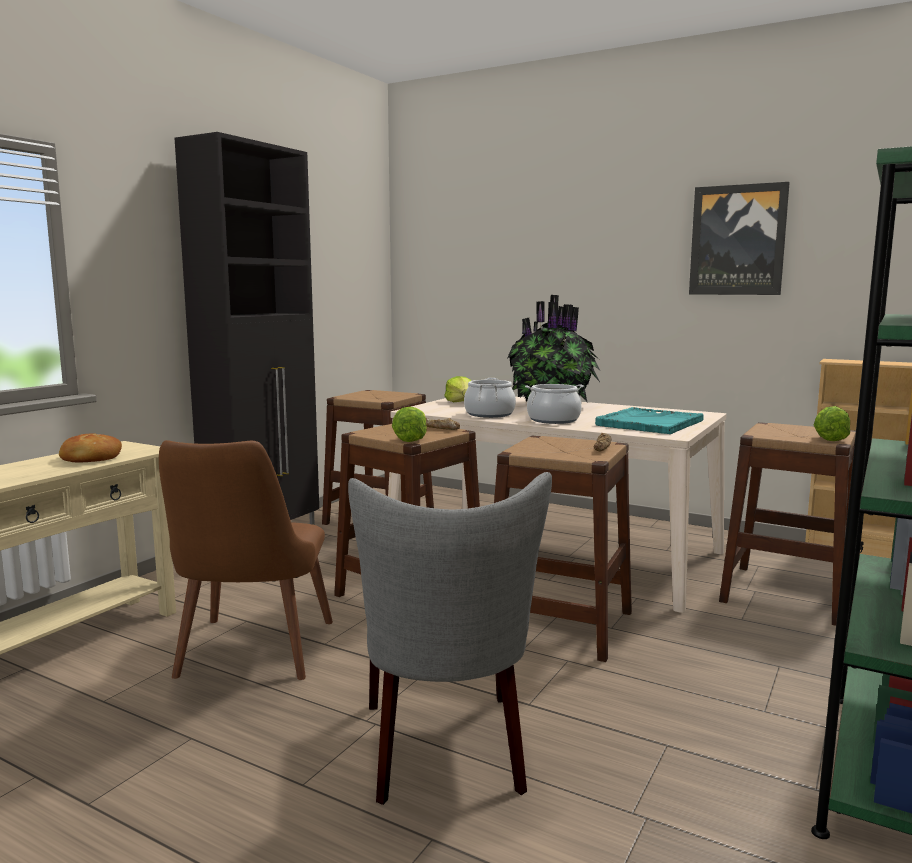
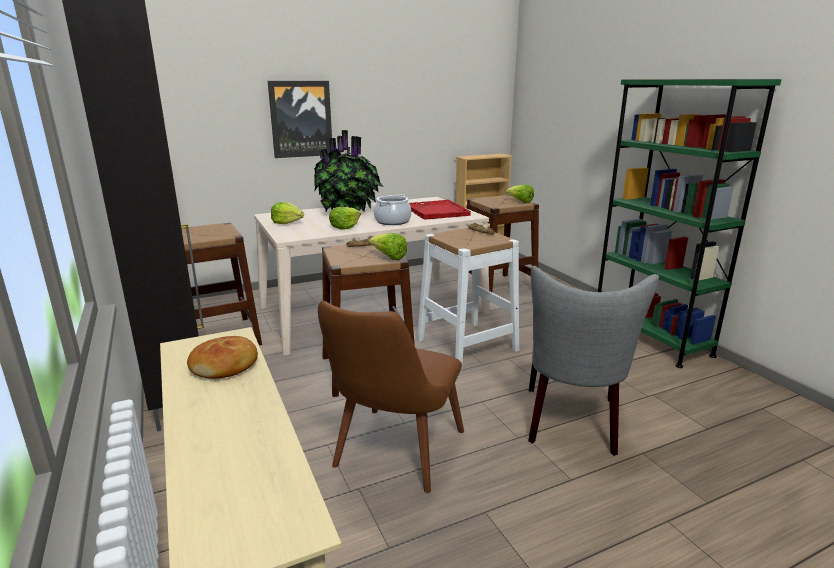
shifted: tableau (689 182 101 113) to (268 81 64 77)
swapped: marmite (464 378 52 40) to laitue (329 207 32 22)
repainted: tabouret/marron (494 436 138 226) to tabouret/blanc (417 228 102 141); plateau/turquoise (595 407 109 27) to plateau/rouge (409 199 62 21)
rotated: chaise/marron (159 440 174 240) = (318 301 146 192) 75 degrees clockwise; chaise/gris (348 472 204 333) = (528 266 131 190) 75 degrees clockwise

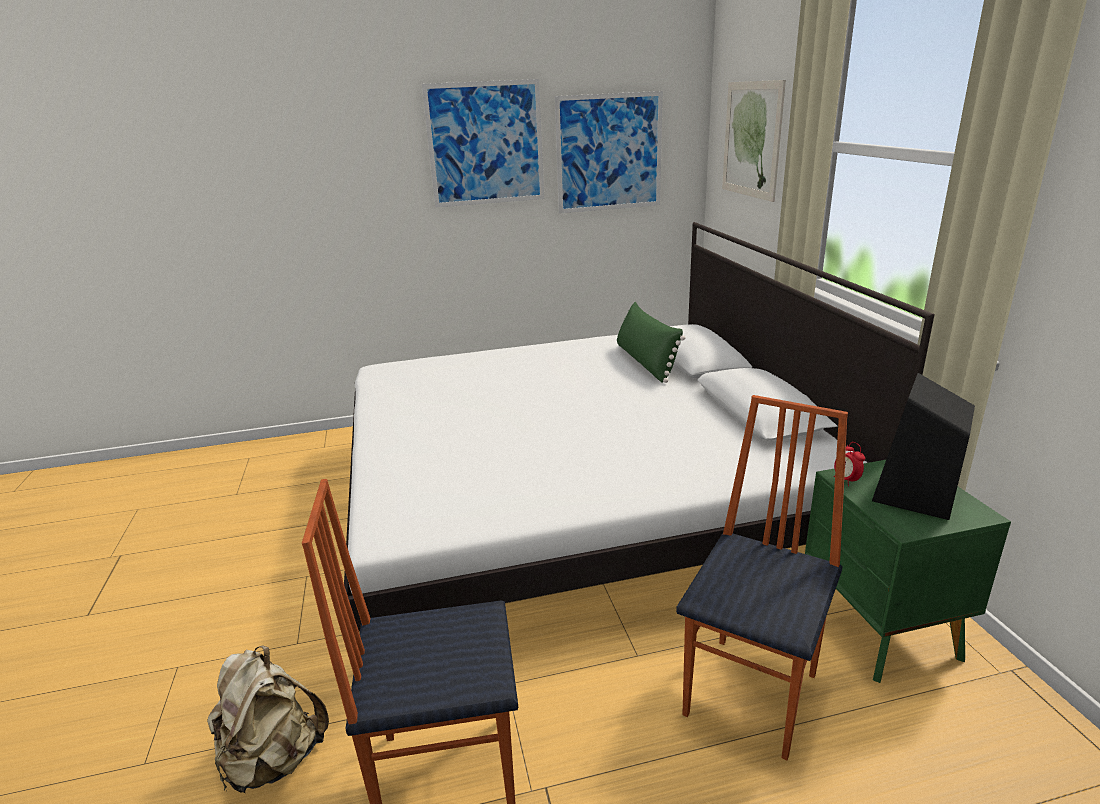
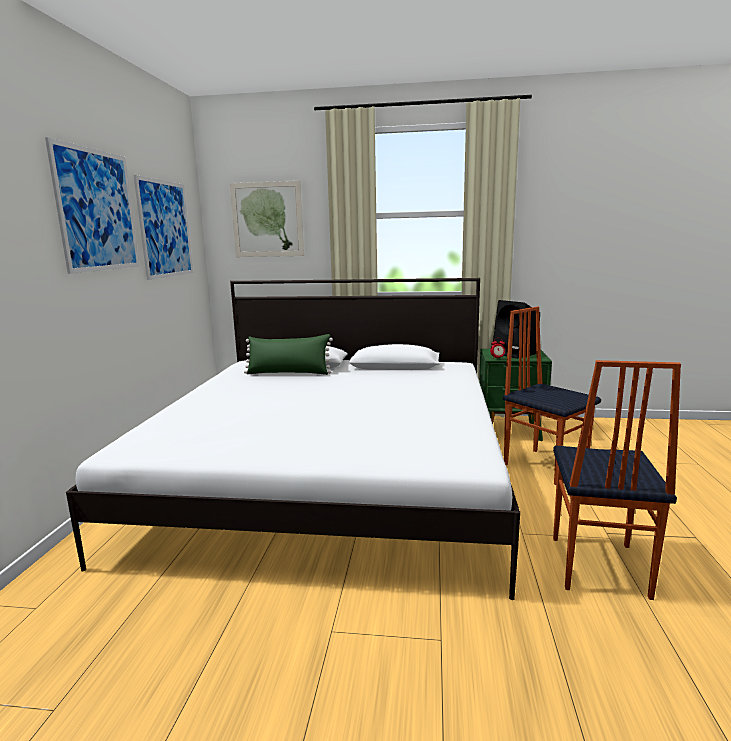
gone: sac à dos/beige (207 645 122 149)

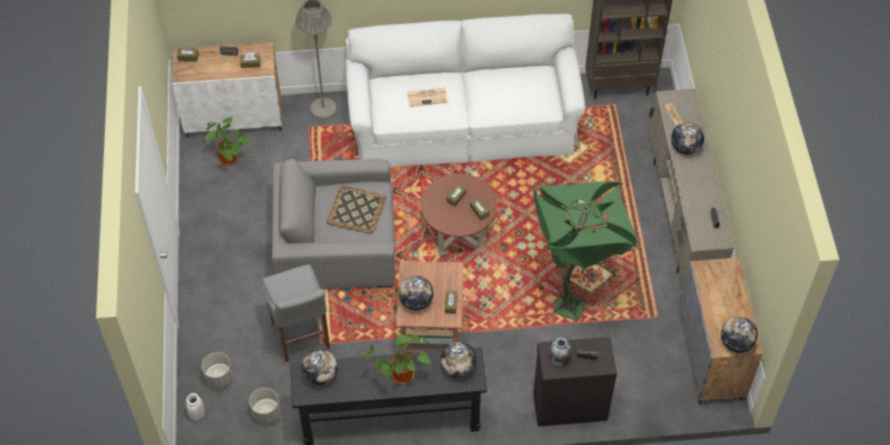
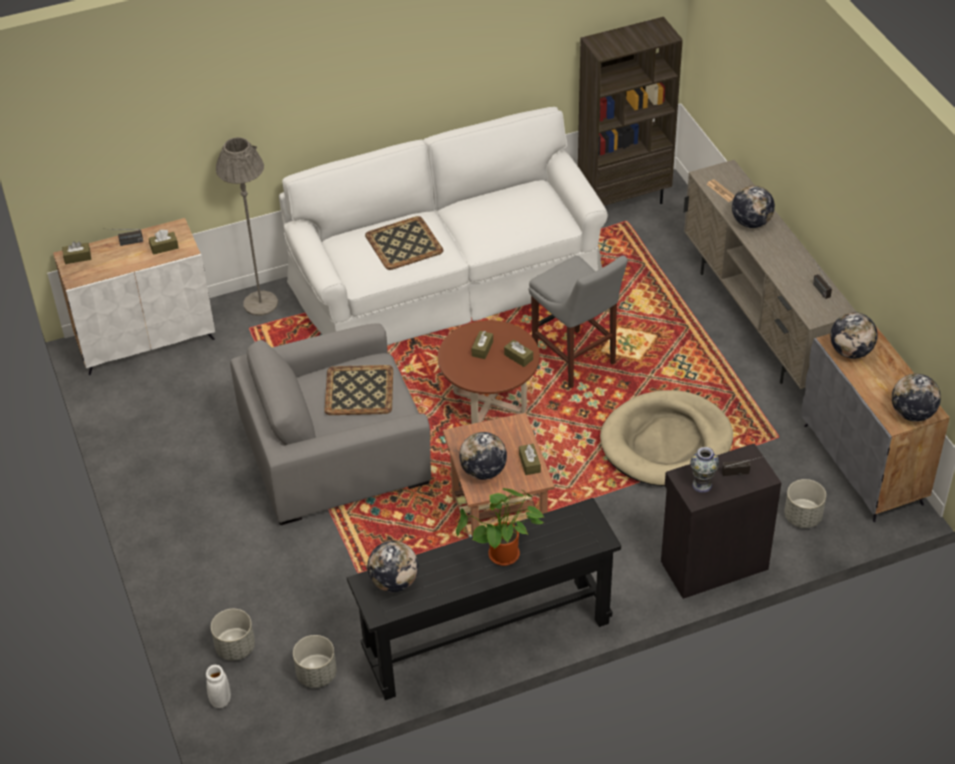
gone: plante en pot (206 117 42 49)
new: cache-pot/gris (784 479 42 49)
shifted: tabouret/gris (262 264 68 98) to (529 256 99 132); globe (441 342 36 36) to (830 312 48 47)
swapped: journal (407 88 41 19) to plateau (365 216 78 54); lampadaire/vert (533 179 105 142) to panier pour chien/beige (600 390 133 96)

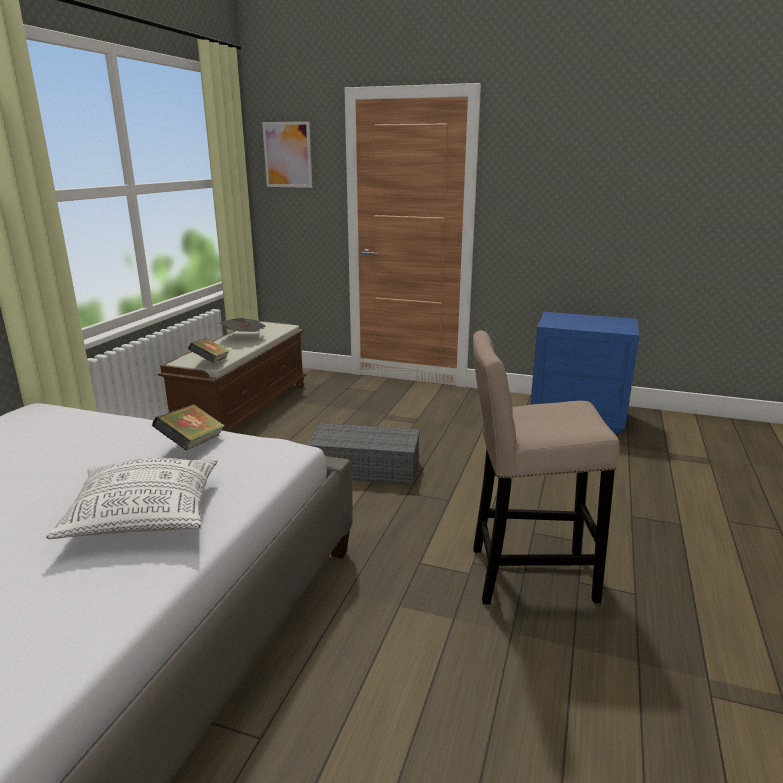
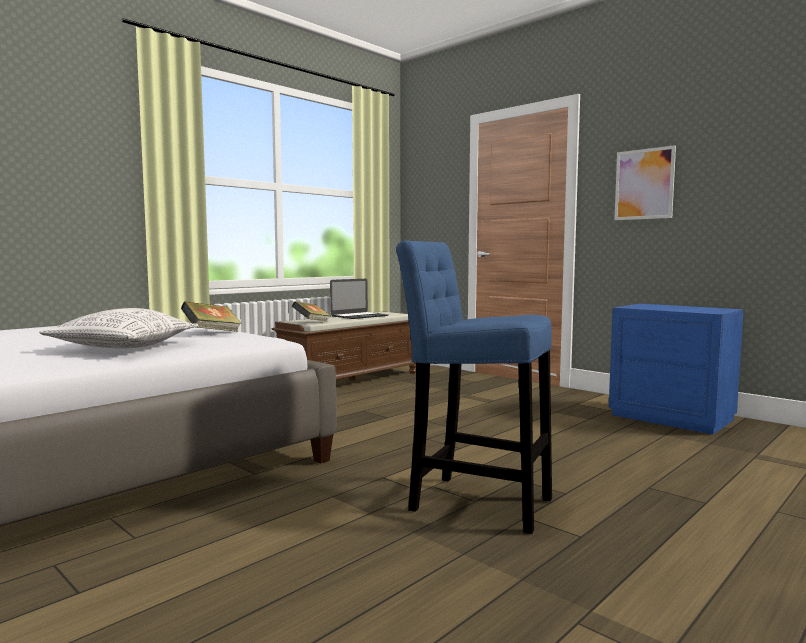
gone: boîte de rangement/gris (307 423 113 62)
shifted: tableau (262 121 50 67) to (614 145 62 75)
swapped: journal (220 318 46 14) to ordinateur portable (330 279 58 40)
repainted: tabouret/beige (473 330 147 274) to tabouret/bleu (396 241 156 293)

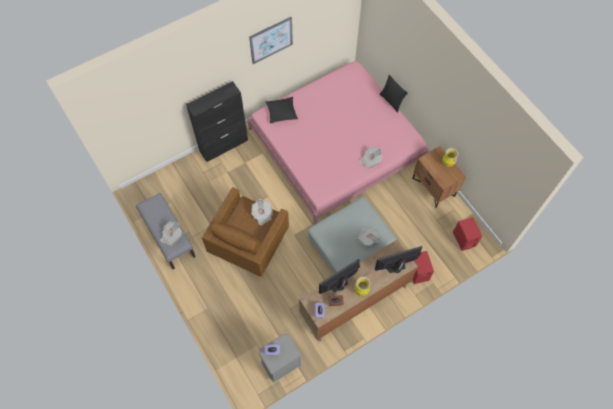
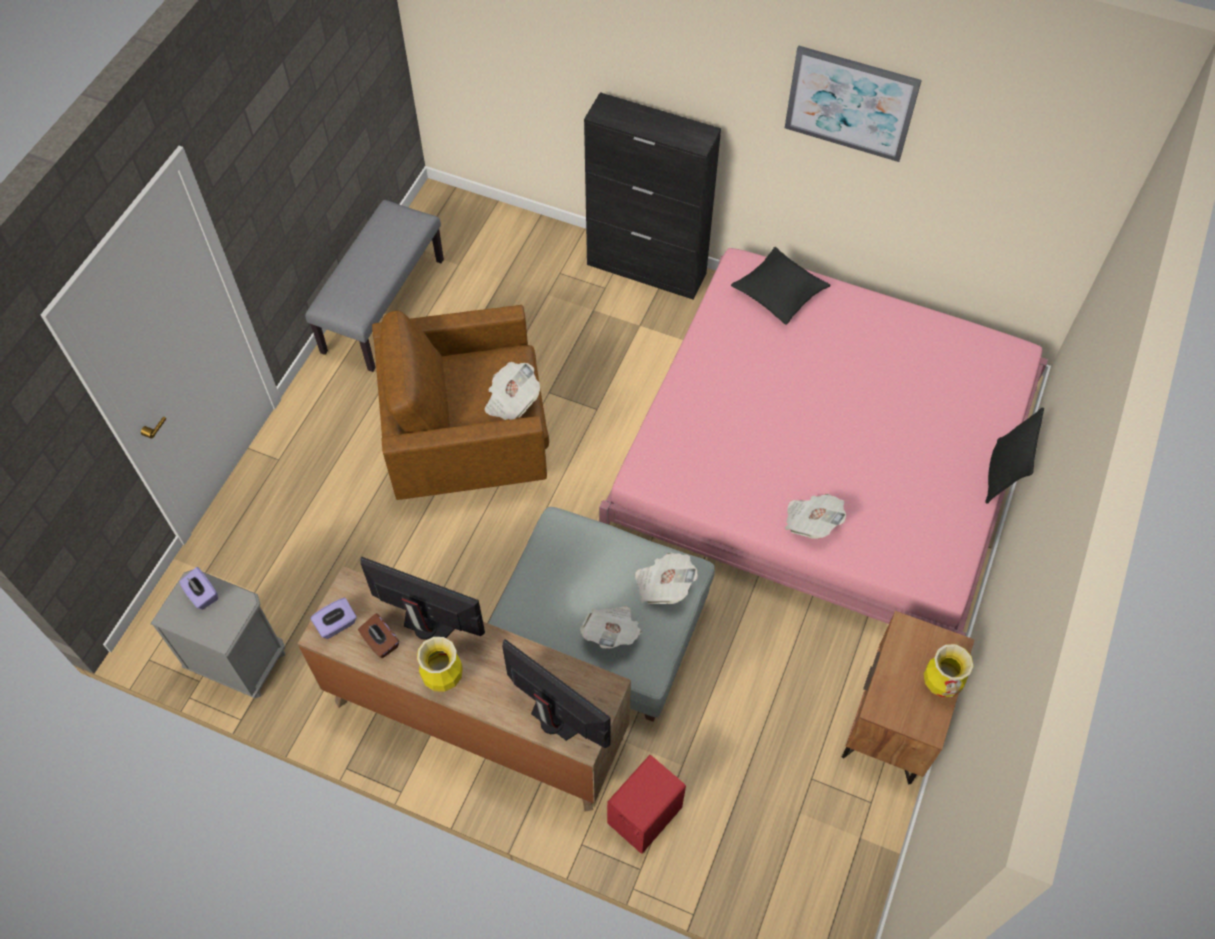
gone: enceinte/rouge (453 217 29 34)
shifted: journal (160 221 22 25) to (635 553 63 51)

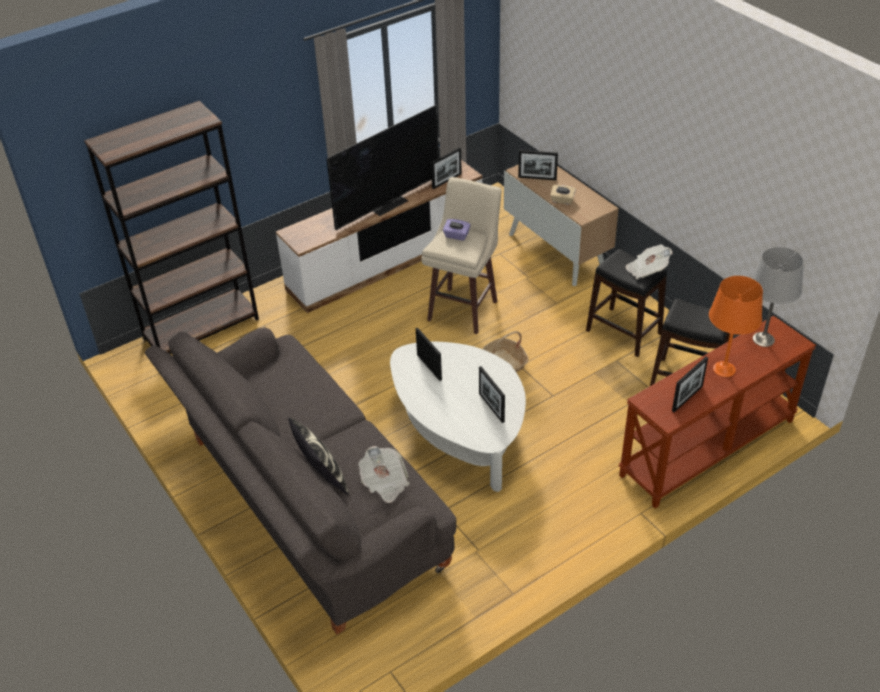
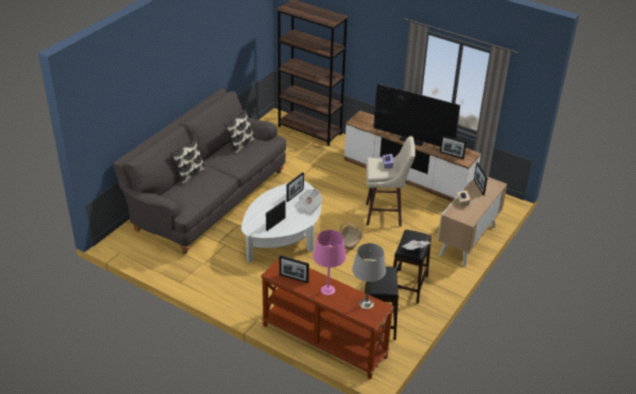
new: coussin (224 109 32 46)
shifted: journal (358 446 52 57) to (297 189 26 26)
repainted: lampe de table/orange (709 276 54 101) to lampe de table/rose (313 230 33 65)

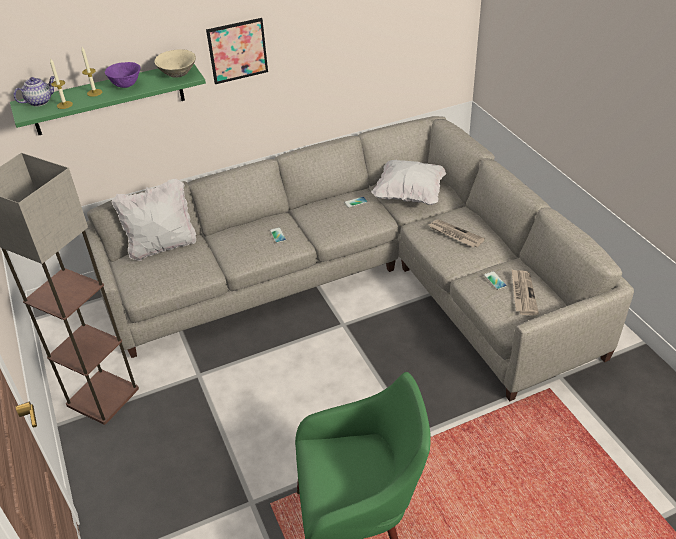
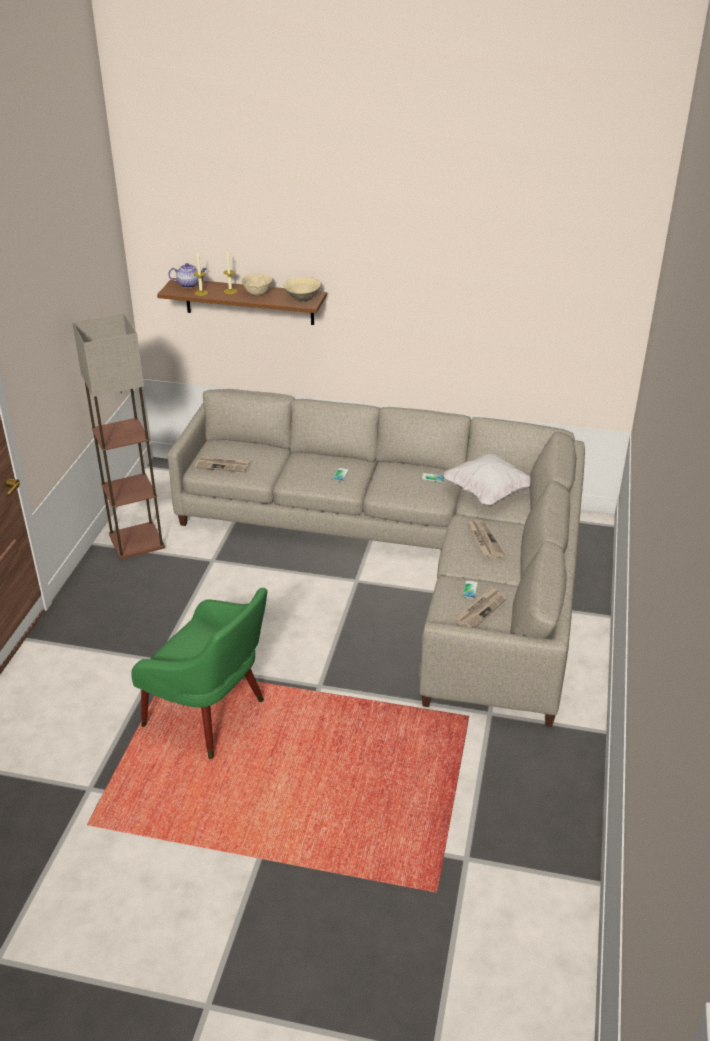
gone: coussin/blanc (111 179 85 82); tableau (206 18 62 66)
new: journal (194 456 56 16)
repainted: étagère/vert (10 64 196 71) to étagère/marron (157 278 170 47); bol/violet (105 62 36 26) to bol/beige (241 274 31 22)

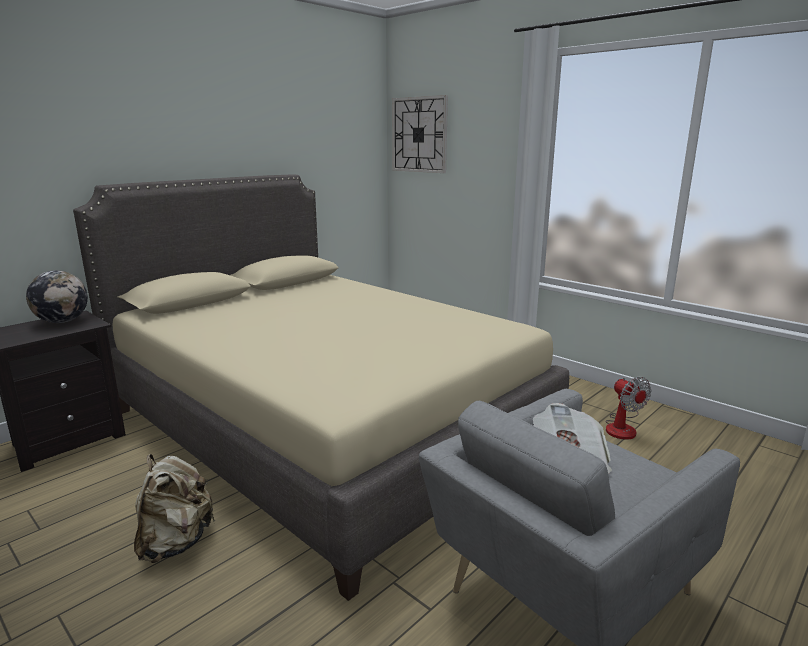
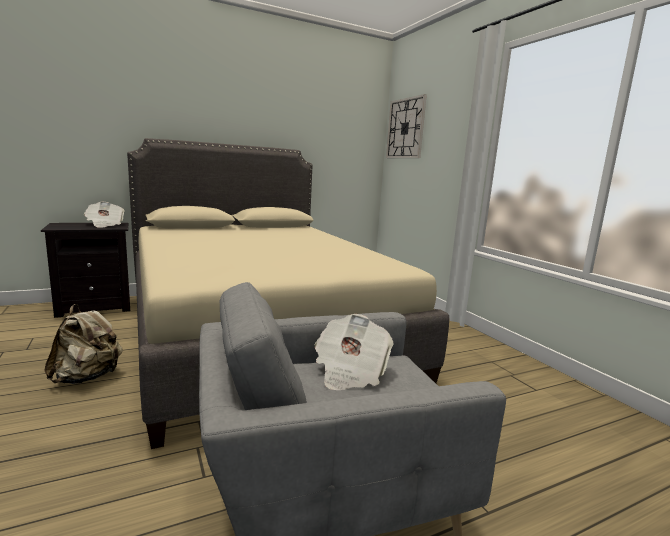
gone: ventilateur (605 377 47 63)
swapped: globe (26 270 62 53) to journal (84 202 41 26)

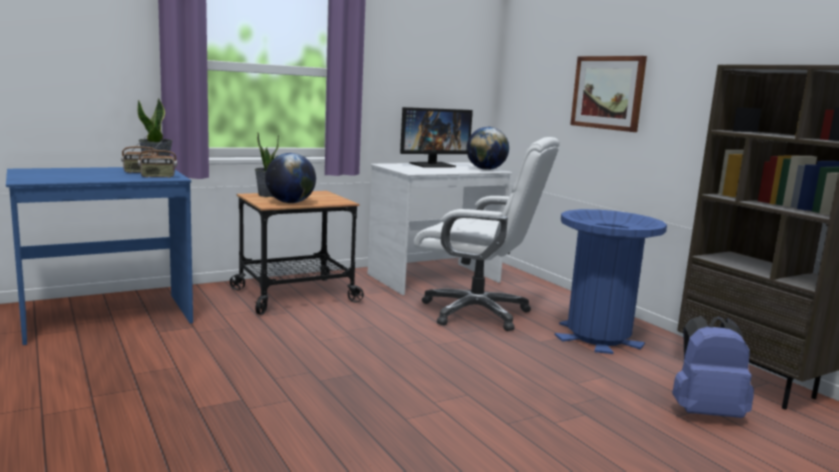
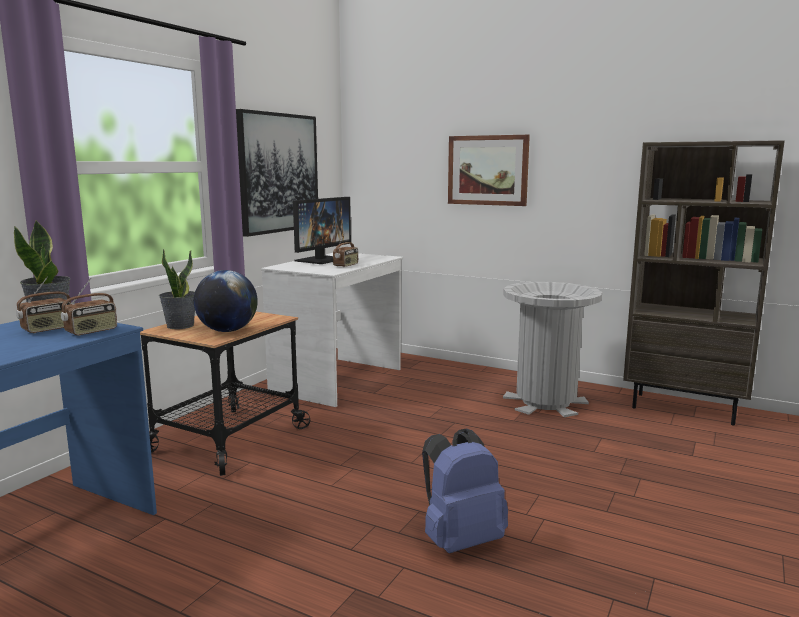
gone: chaise de bureau/blanc (414 137 145 194); globe (466 127 43 43)
new: tableau (236 109 82 128); radio (333 234 25 33)
shifted: sac à dos/bleu (672 316 82 102) to (422 428 86 125)
repainted: poubelle/bleu (555 209 112 145) to poubelle/gris (503 282 99 135)

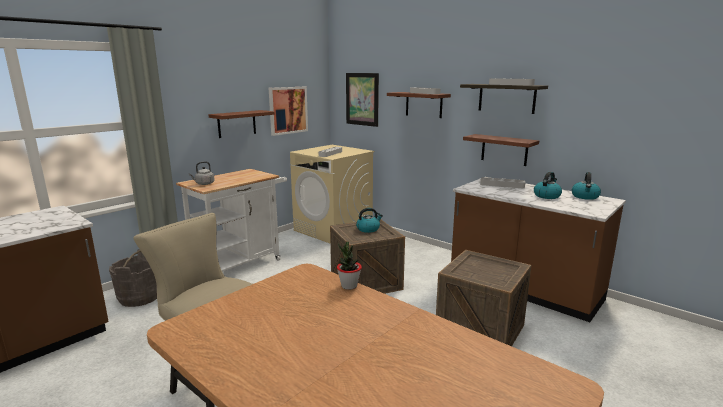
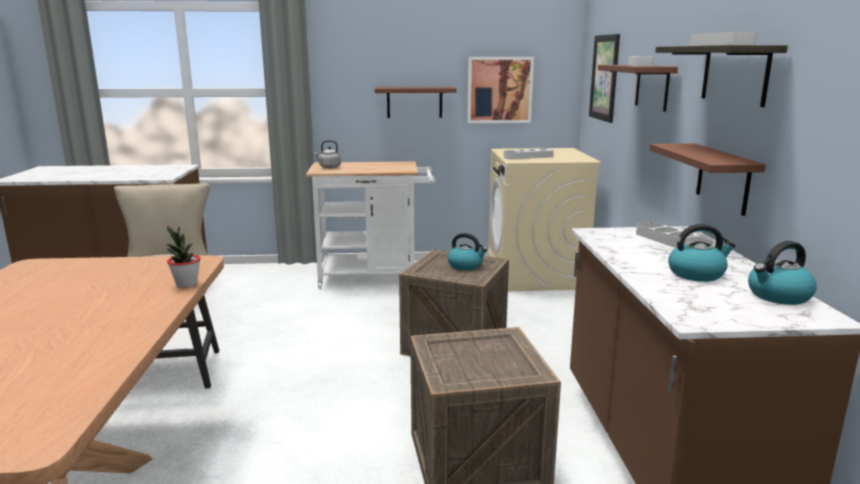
gone: seau/gris (109 249 48 58)

